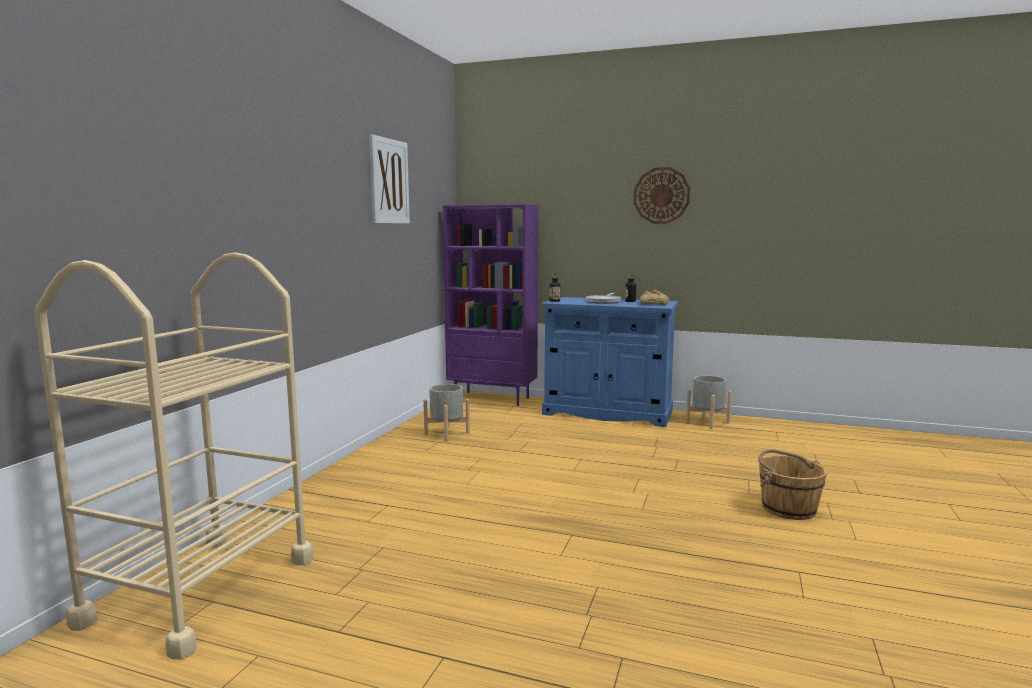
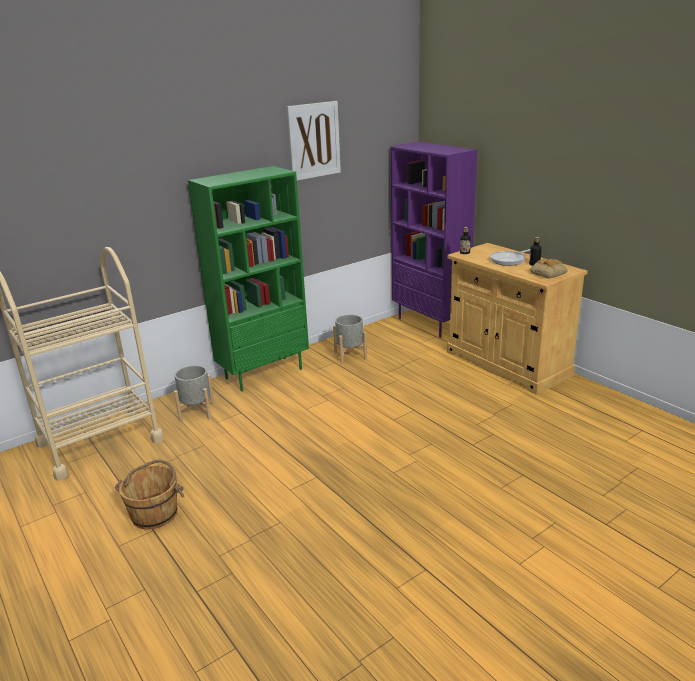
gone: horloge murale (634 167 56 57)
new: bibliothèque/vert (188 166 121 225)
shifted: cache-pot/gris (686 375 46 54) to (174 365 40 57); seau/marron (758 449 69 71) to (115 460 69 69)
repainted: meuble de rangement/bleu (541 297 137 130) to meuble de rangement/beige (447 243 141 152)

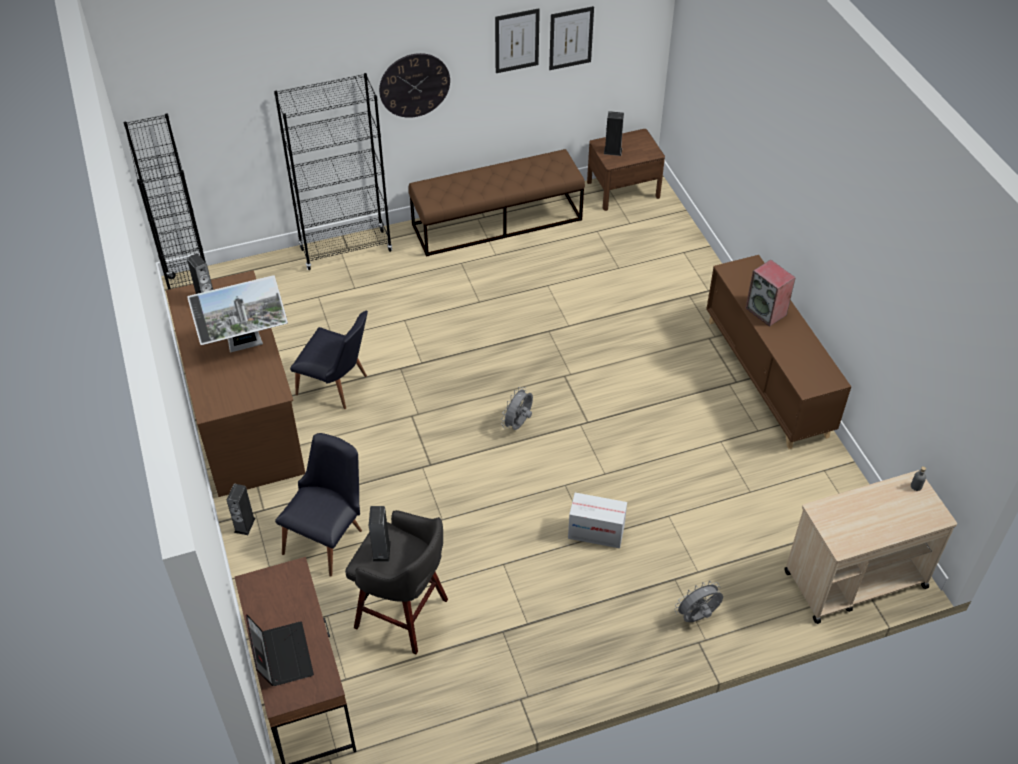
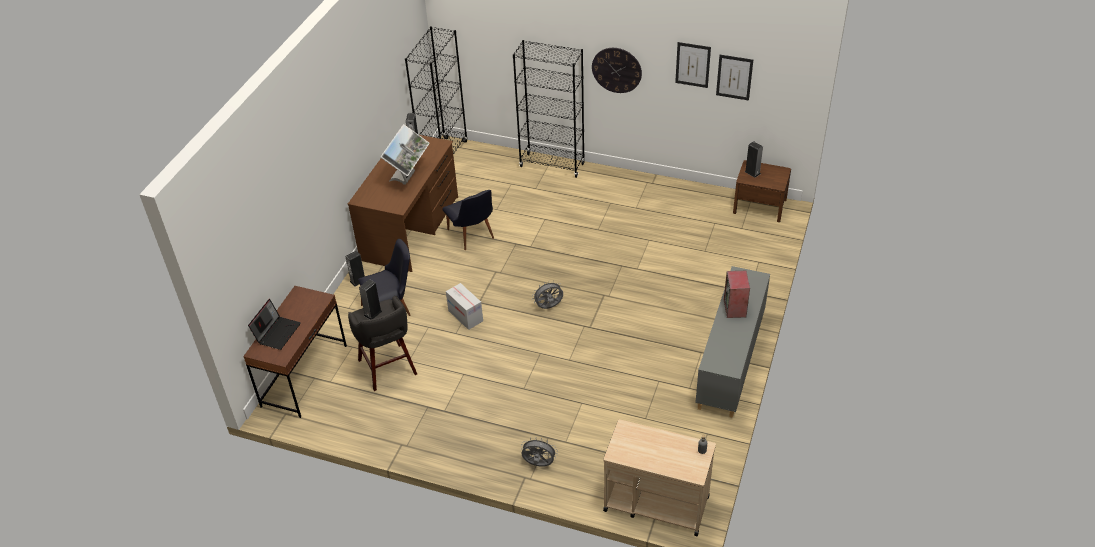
gone: banc/marron (408 149 177 108)
shifted: carton (568 493 59 55) to (446 283 37 47)
repainted: meuble de rangement/marron (706 255 145 194) to meuble de rangement/gris (695 266 75 152)
rotated: écran d'ordinateur (187 275 101 78) = (381 124 49 61) 90 degrees counterclockwise

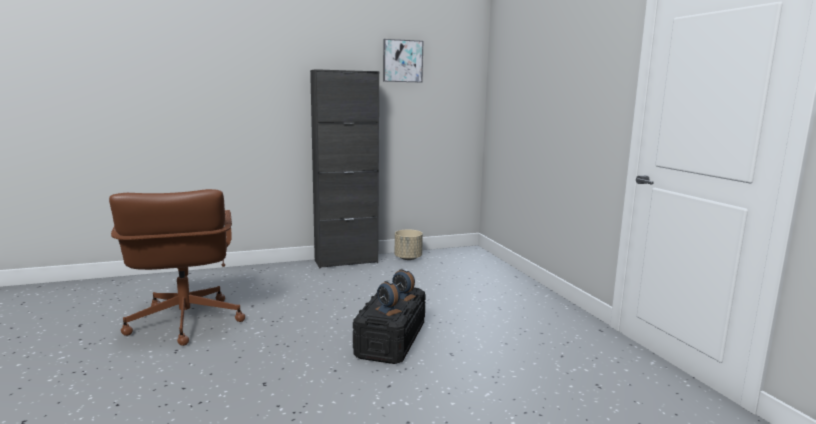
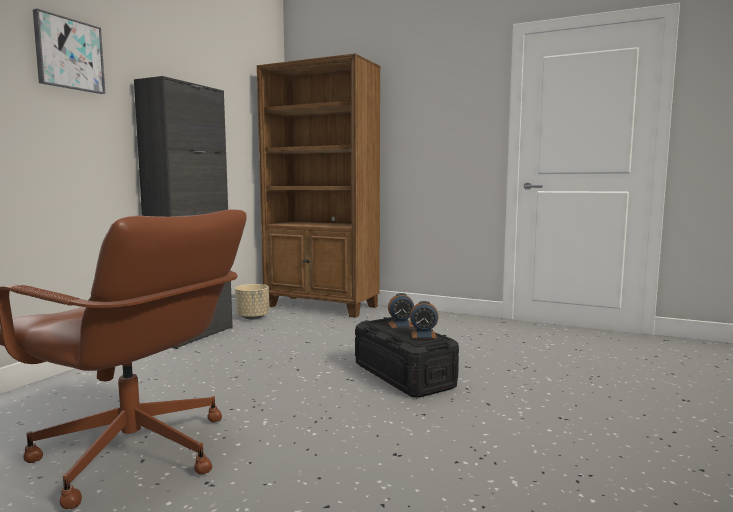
new: bibliothèque/marron (257 53 124 265)
shifted: tableau (383 39 40 44) to (33 9 72 85)

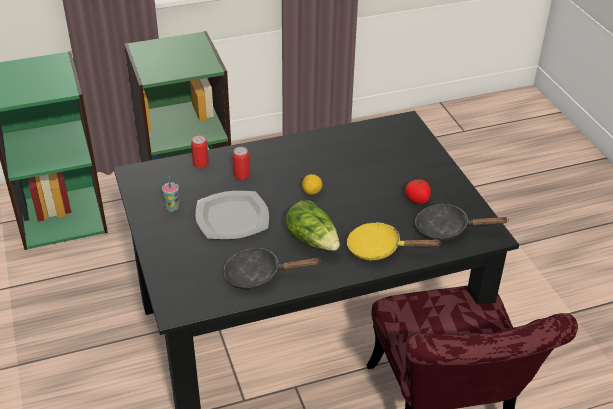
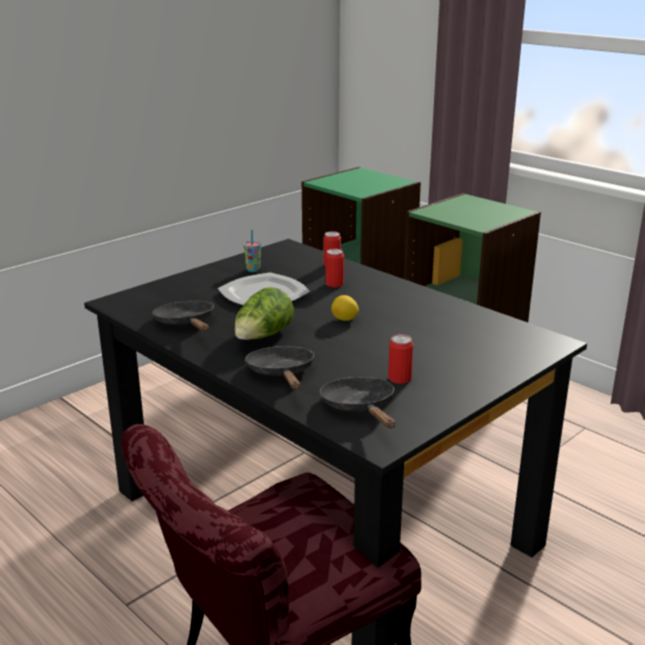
swapped: tomate (405 179 26 25) to boîte métallique (388 334 25 50)
repainted: poêle/jaune (347 222 94 38) to poêle/noir (244 346 71 44)

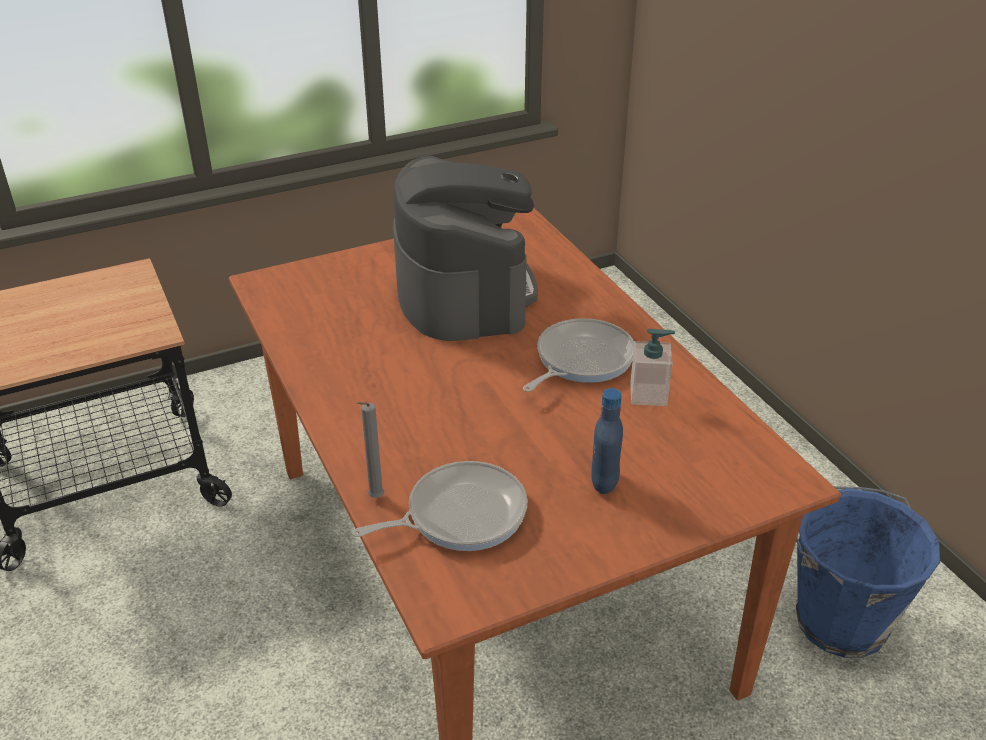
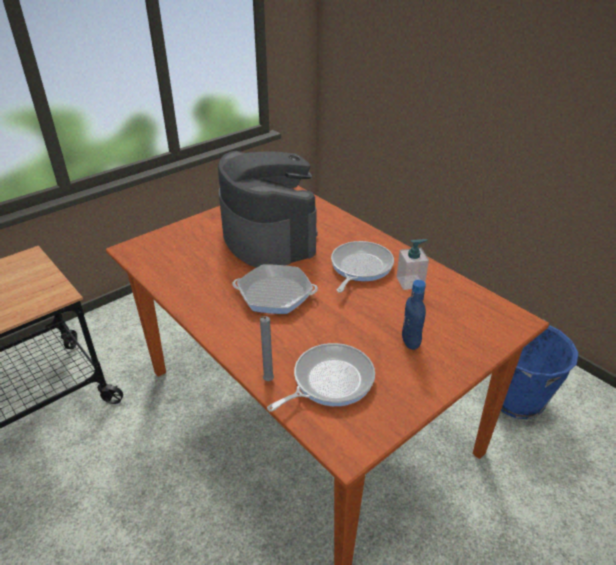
new: poêle (232 265 86 49)

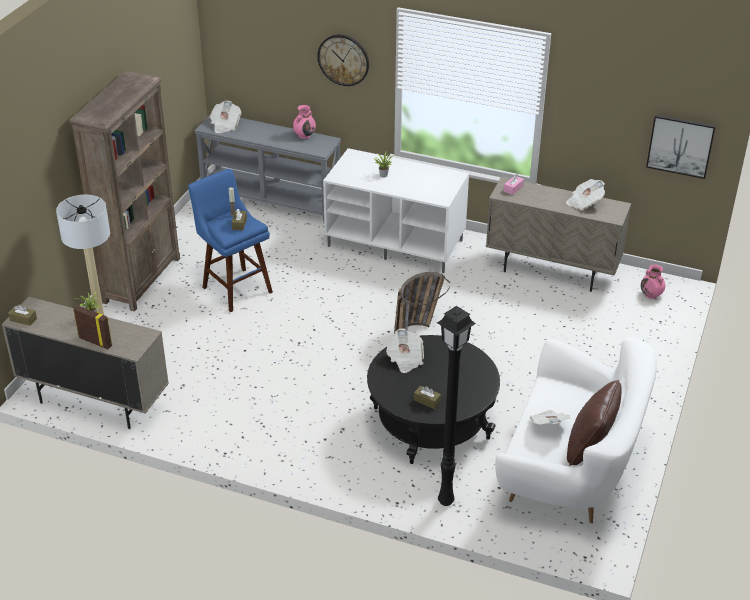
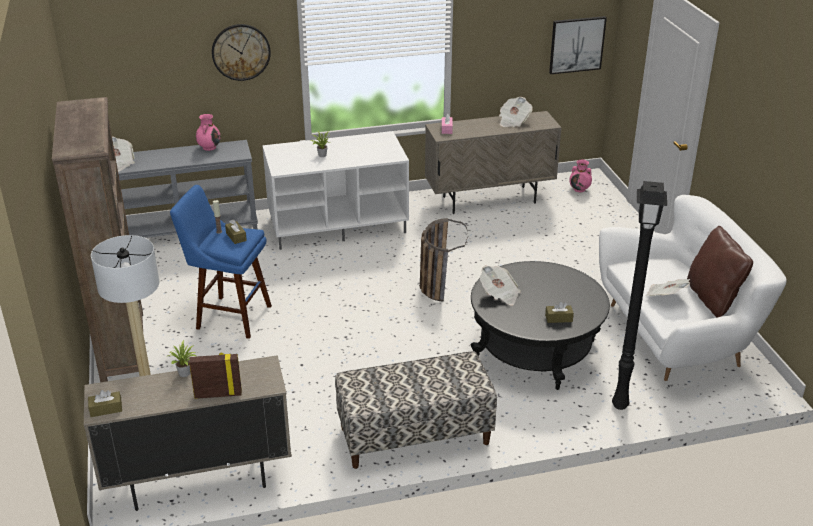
new: banc (335 351 162 118)

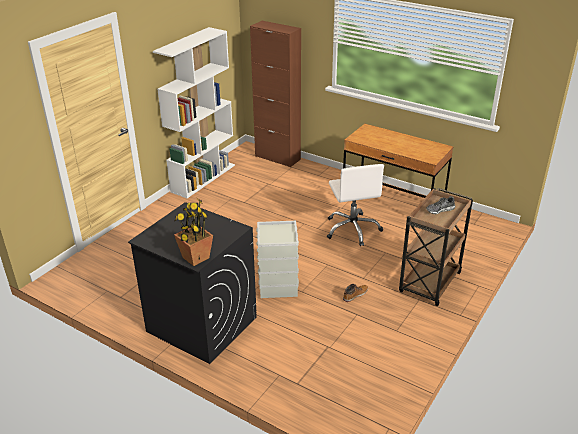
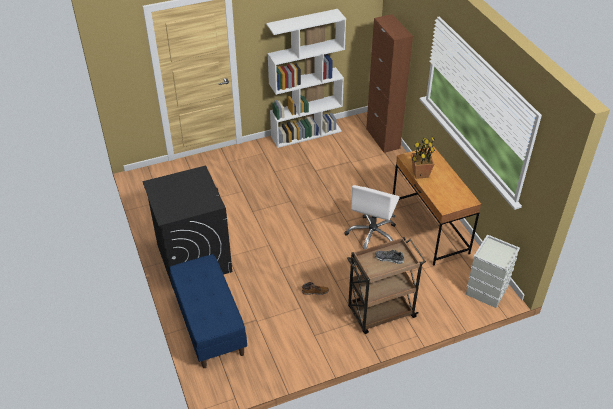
new: banc/bleu (170 254 77 114)
shifted: plante en pot (174 197 39 69) to (411 137 24 42); boîte de rangement/gris (256 221 43 77) to (466 234 54 74)

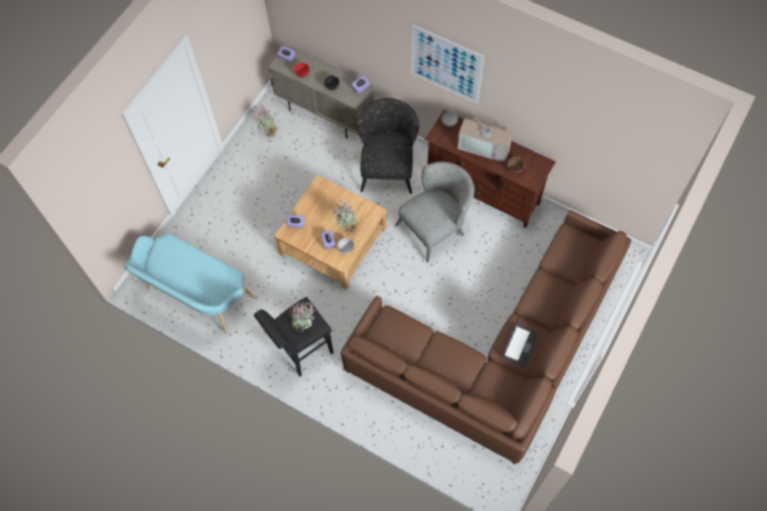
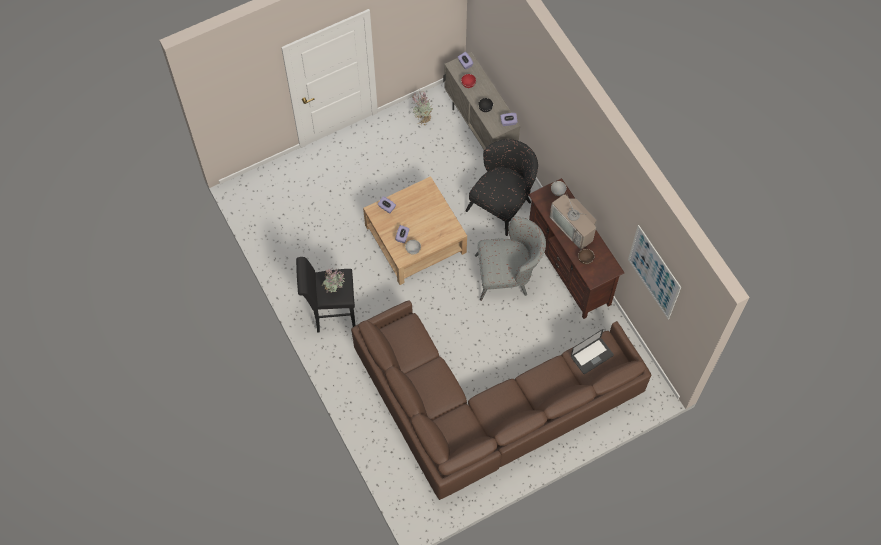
gone: banc/turquoise (125 234 131 100); plante en pot (331 199 29 36)
shifted: tableau (411 25 73 79) to (628 225 53 94); ordinateur portable (502 315 37 53) to (571 329 43 45)

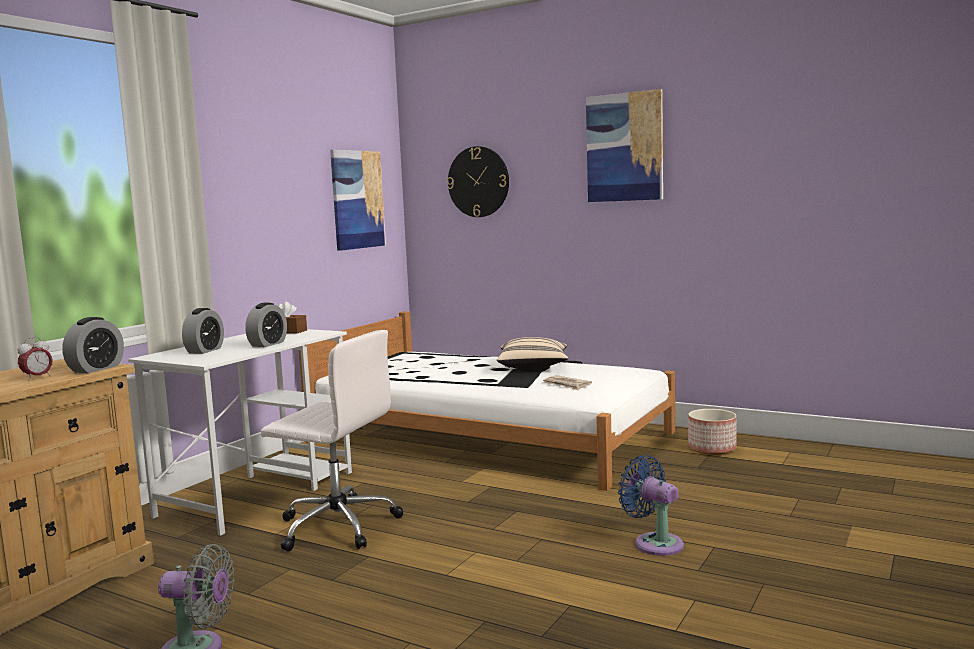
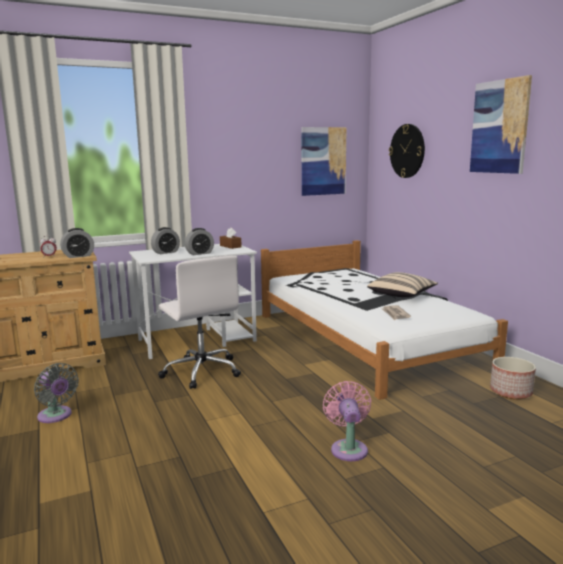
repainted: ventilateur/bleu (618 455 66 101) to ventilateur/rose (323 381 48 80)

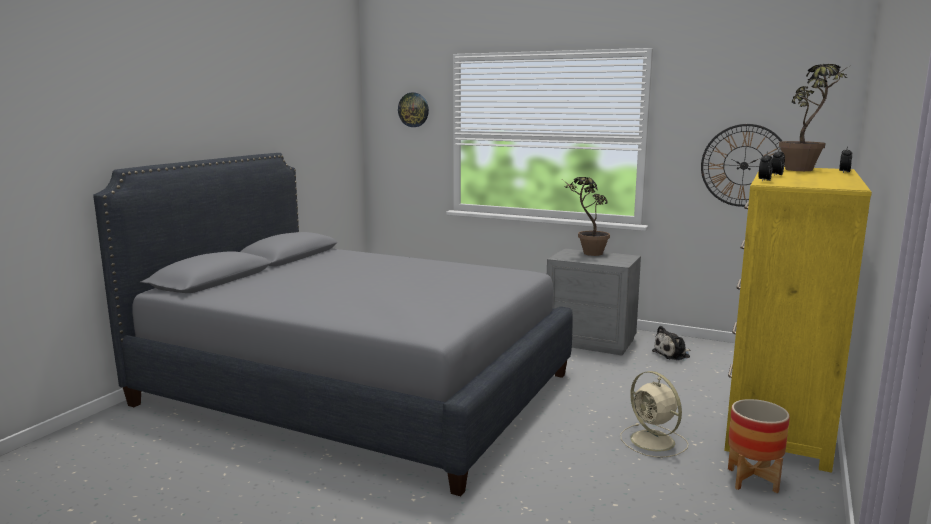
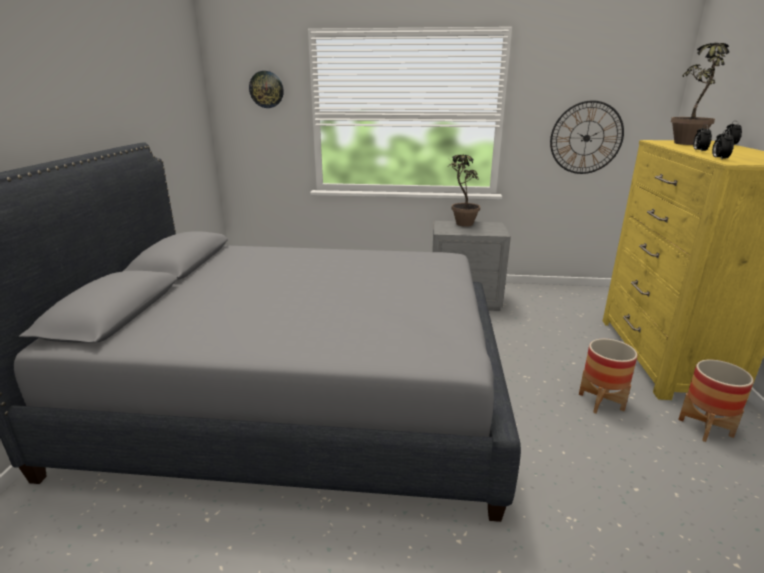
gone: peluche (652 326 38 34)
swapped: ventilateur/beige (620 371 69 87) to cache-pot (579 339 58 75)

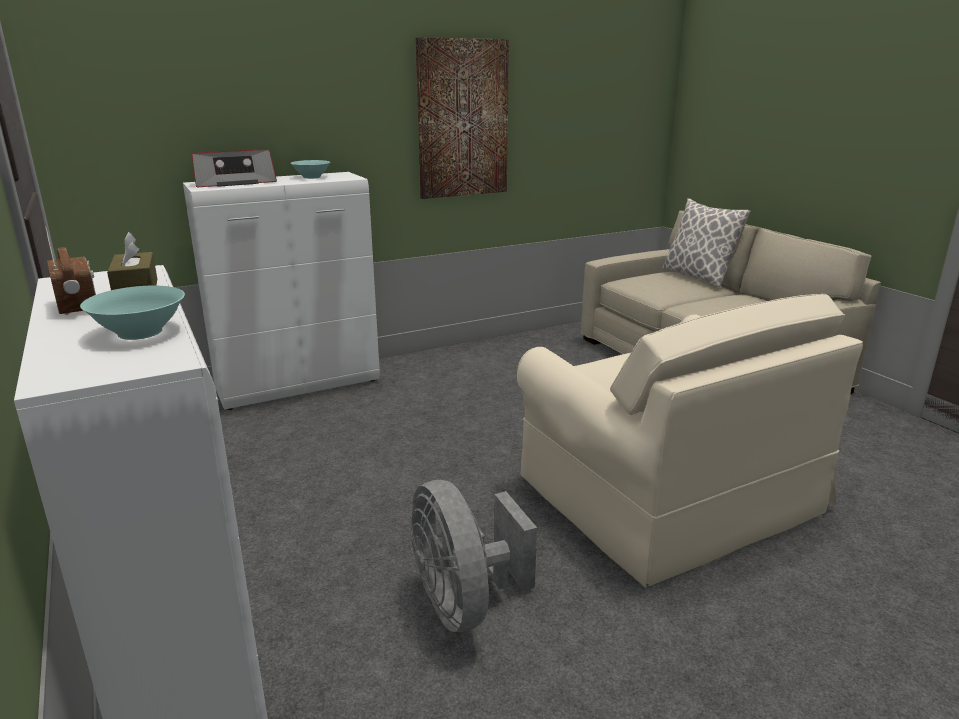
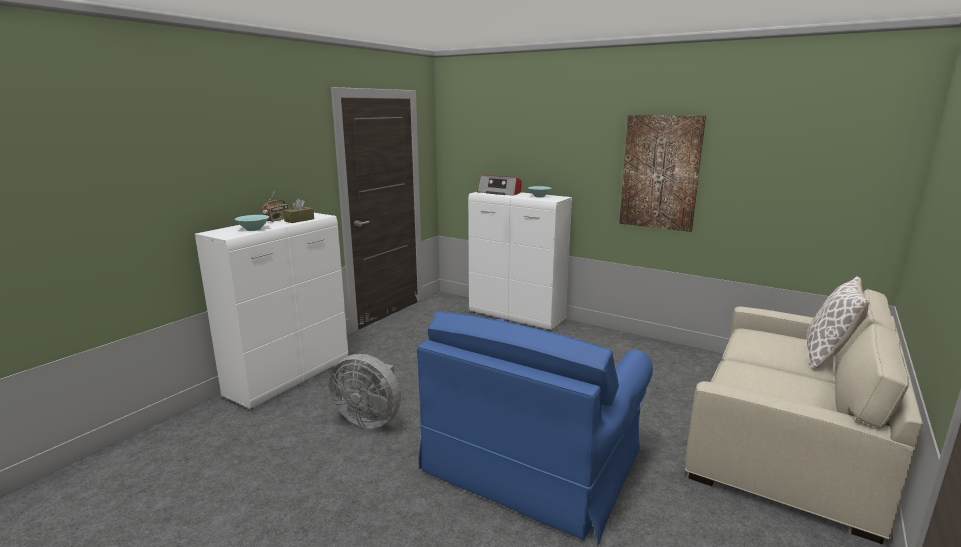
repainted: fauteuil/beige (517 294 346 294) to fauteuil/bleu (417 312 236 233)
rotated: ventilateur/gris (410 480 127 152) = (329 354 72 74) 105 degrees counterclockwise

